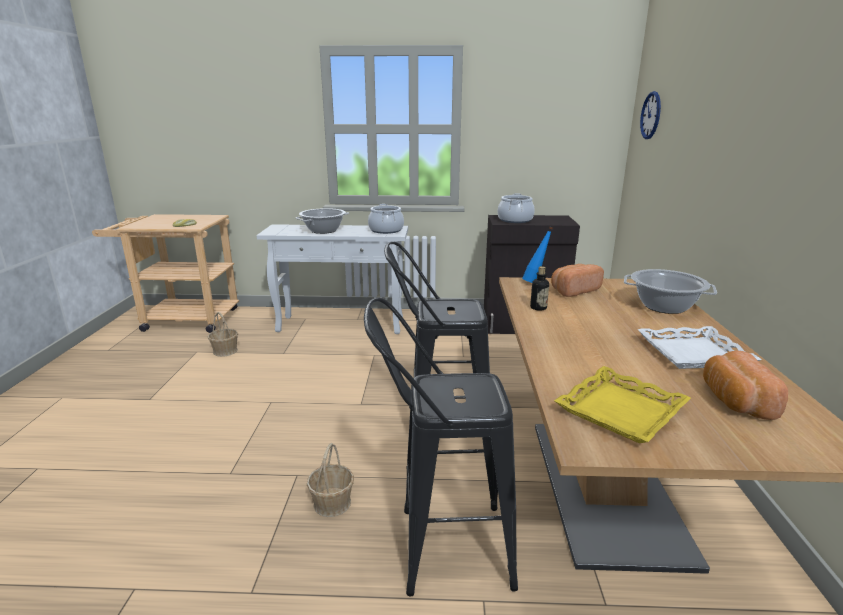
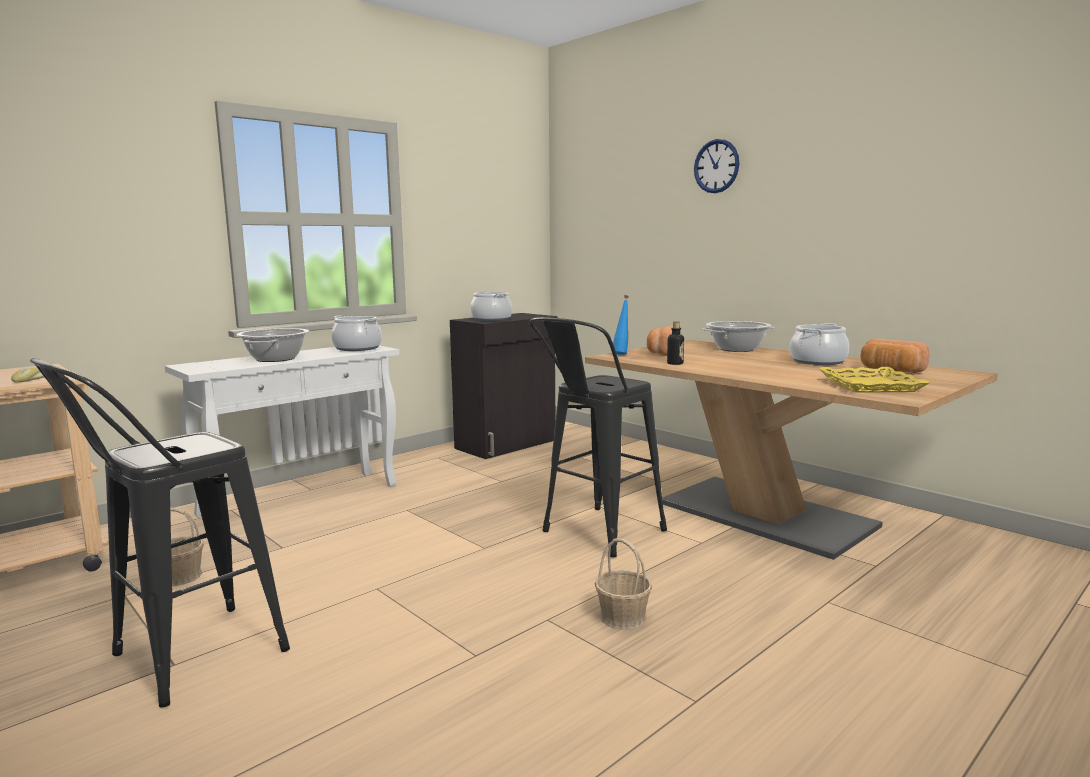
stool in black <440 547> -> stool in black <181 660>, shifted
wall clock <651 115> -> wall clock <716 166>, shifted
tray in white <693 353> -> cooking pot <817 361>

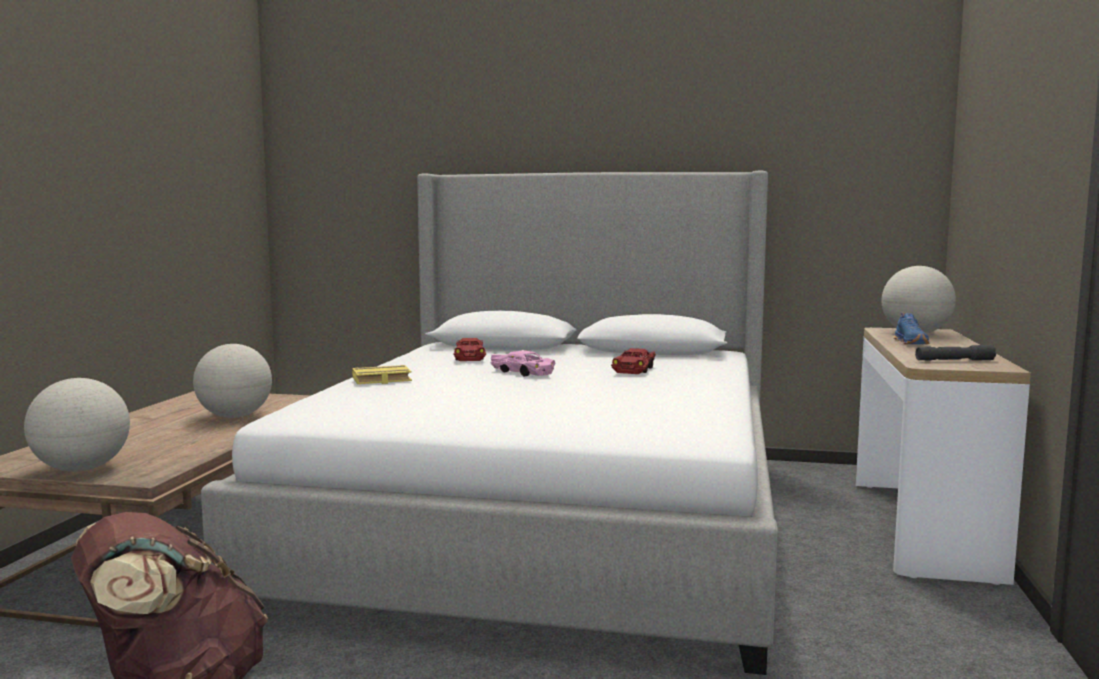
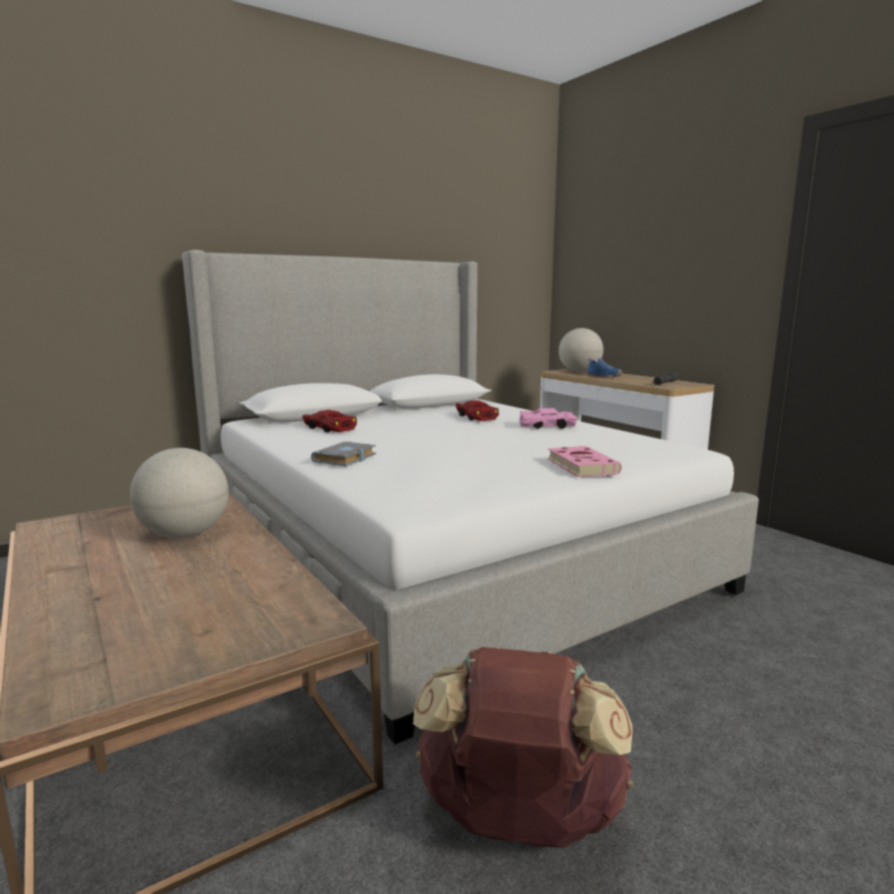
book in yellow <380 380> -> book in grey <345 459>
toy car in pink <523 372> -> toy car in pink <547 426>, shifted
none -> book in pink <580 466>
globe <82 469> -> none

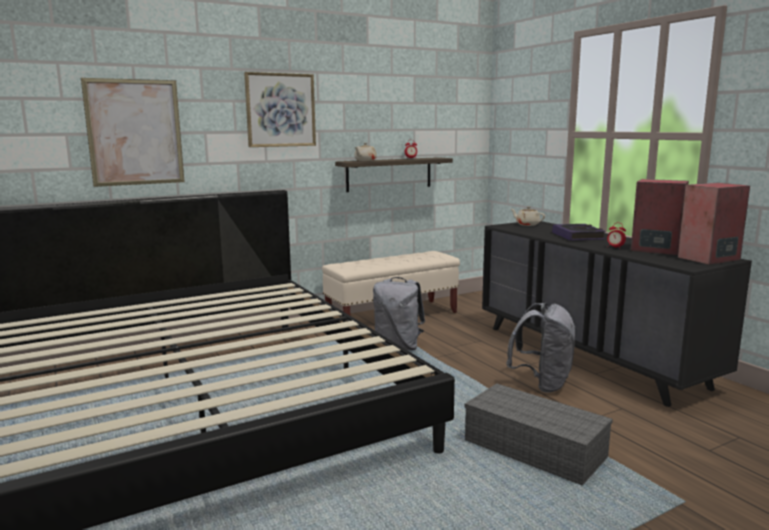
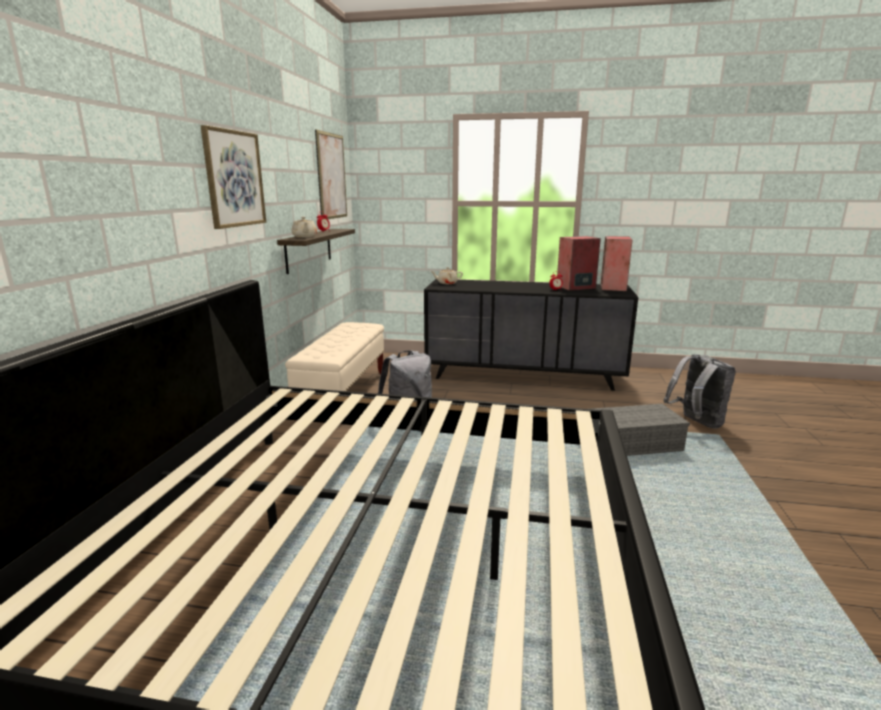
picture <135 132> -> picture <331 176>, shifted
backpack in grey <542 384> -> backpack in grey <696 423>, shifted
book <577 236> -> none

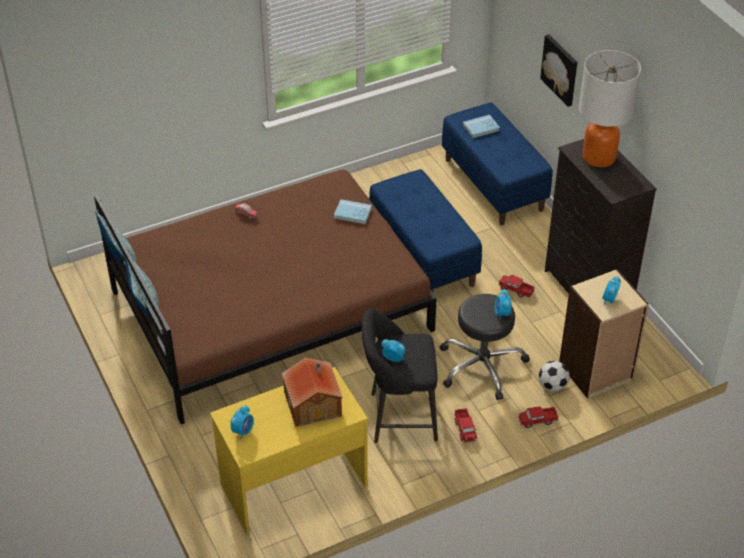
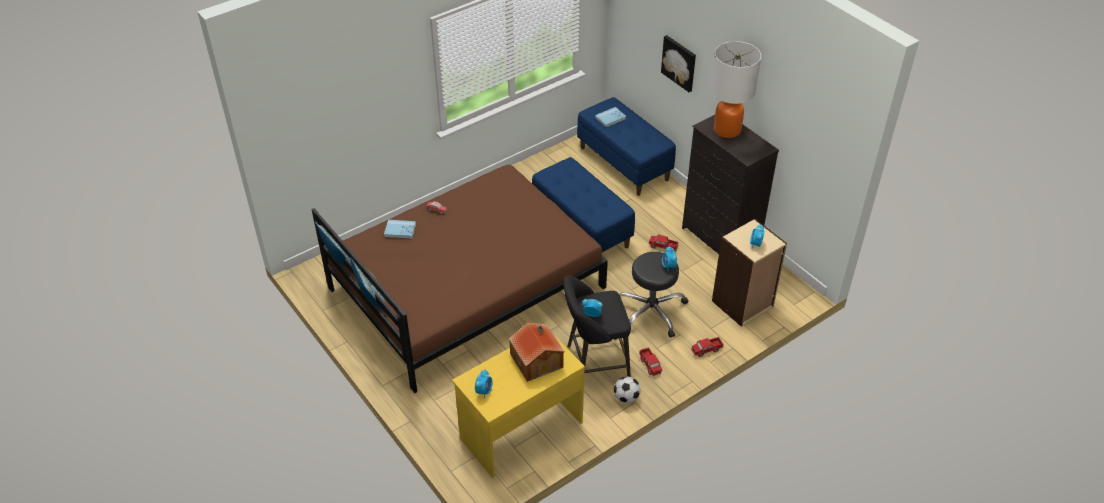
book in blue <352 213> -> book in blue <400 230>, shifted
football <552 386> -> football <626 398>, shifted

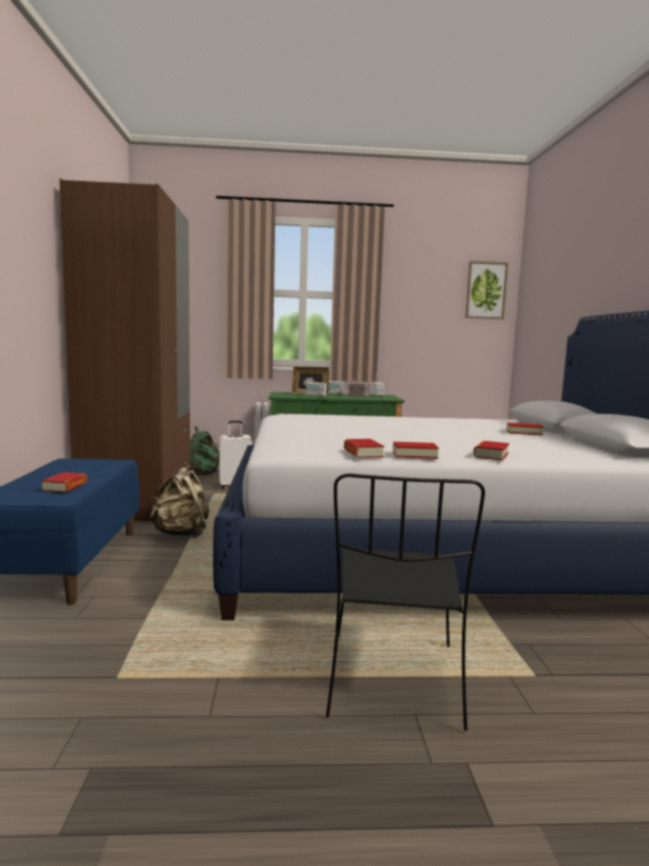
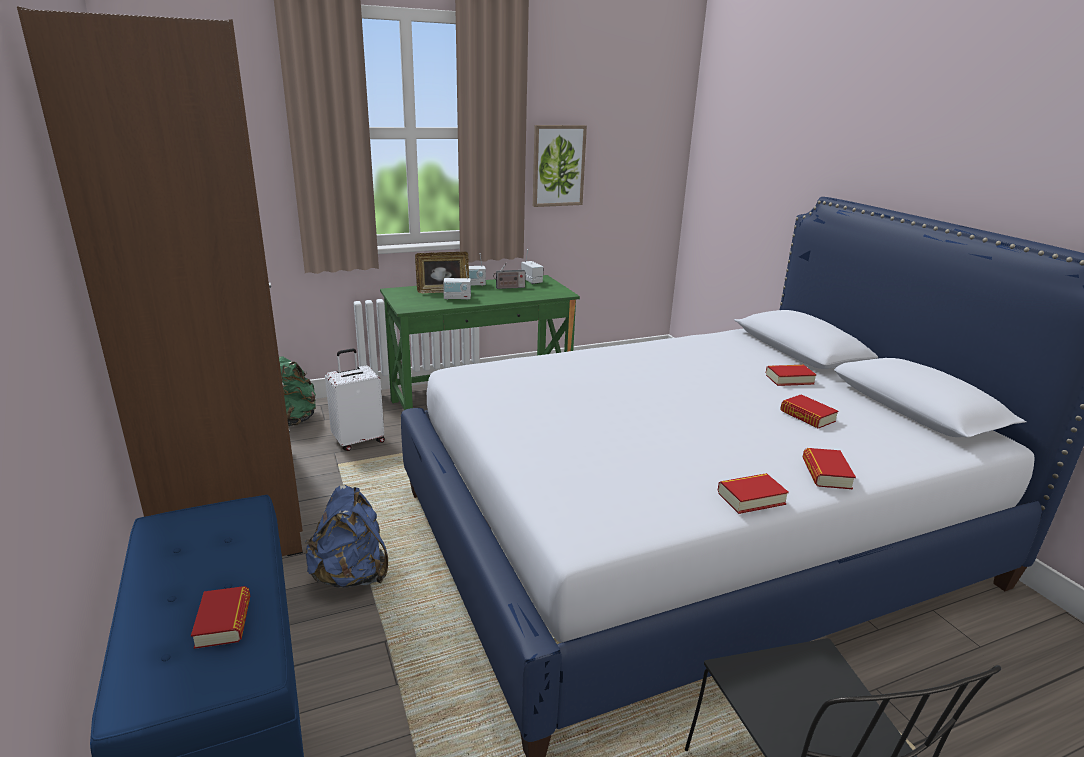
backpack in beige <181 534> -> backpack in blue <351 575>
picture <486 290> -> picture <558 166>, shifted
book <363 453> -> book <807 416>, shifted

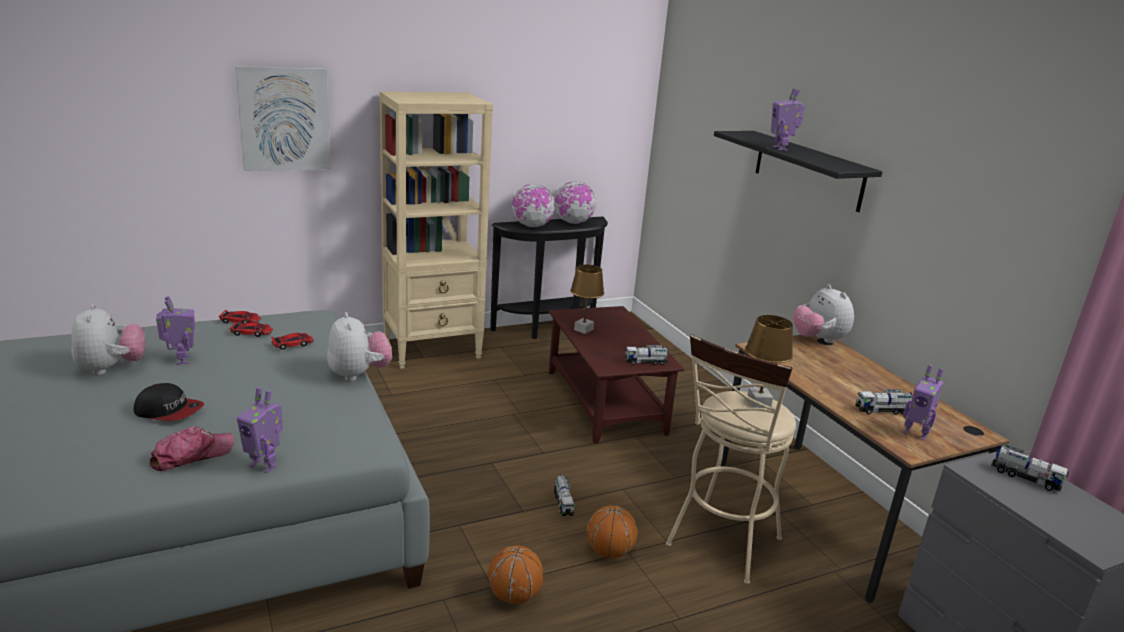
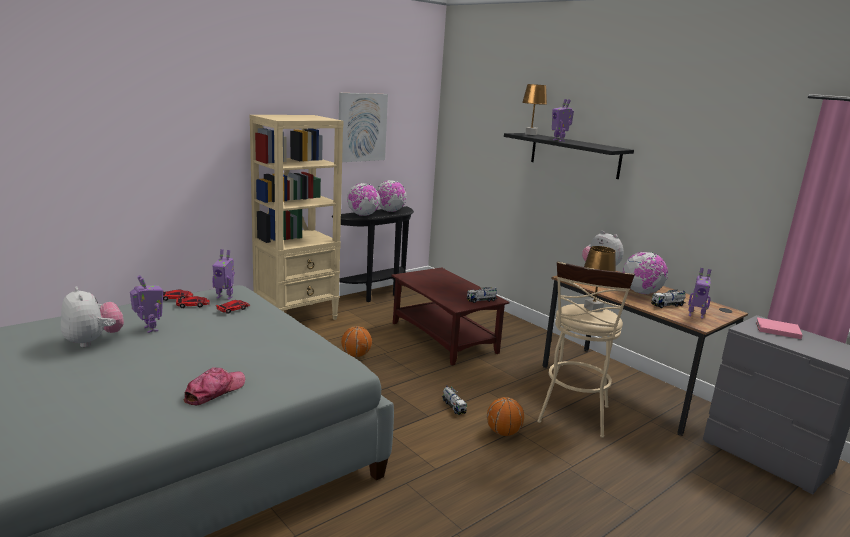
toy robot <264 465> -> toy robot <225 297>, shifted
picture <284 119> -> picture <362 127>, shifted
basketball <514 596> -> basketball <356 355>, shifted
table lamp in brown <583 330> -> table lamp in brown <531 134>, shifted
none -> globe <641 292>
toy truck <1025 478> -> book in pink <776 329>
cap <169 411> -> none
plush toy <359 375> -> none

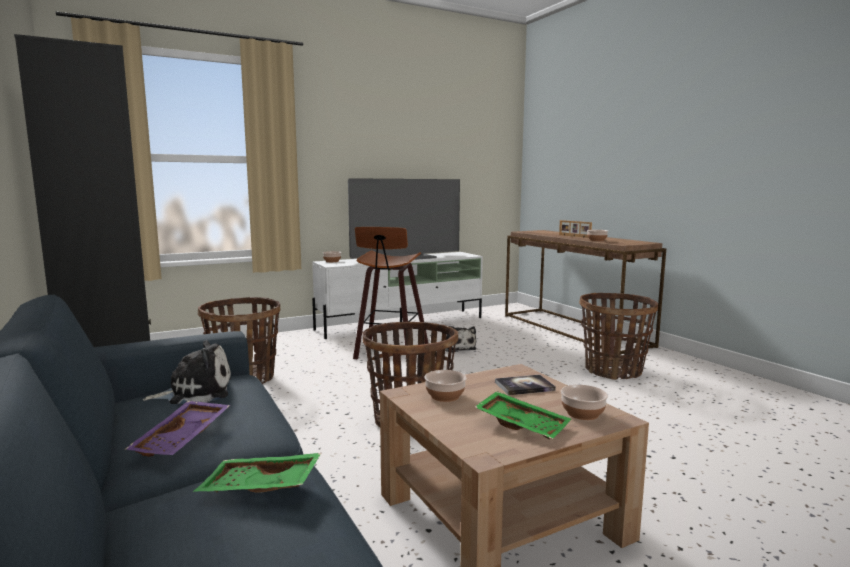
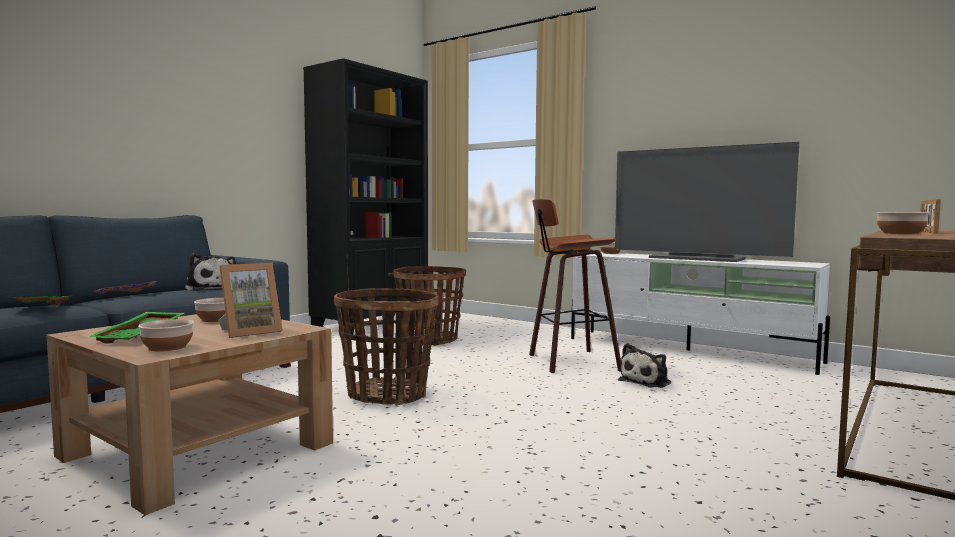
book <524 386> -> picture frame <249 332>
basket <613 370> -> none

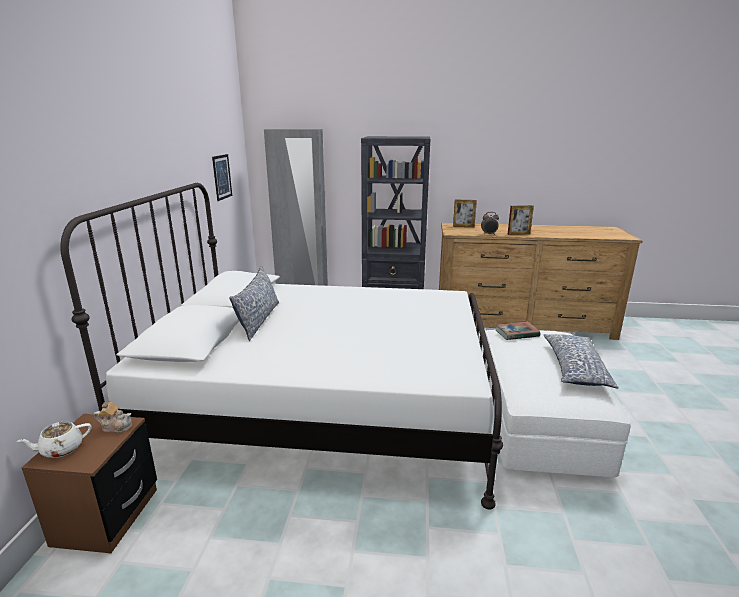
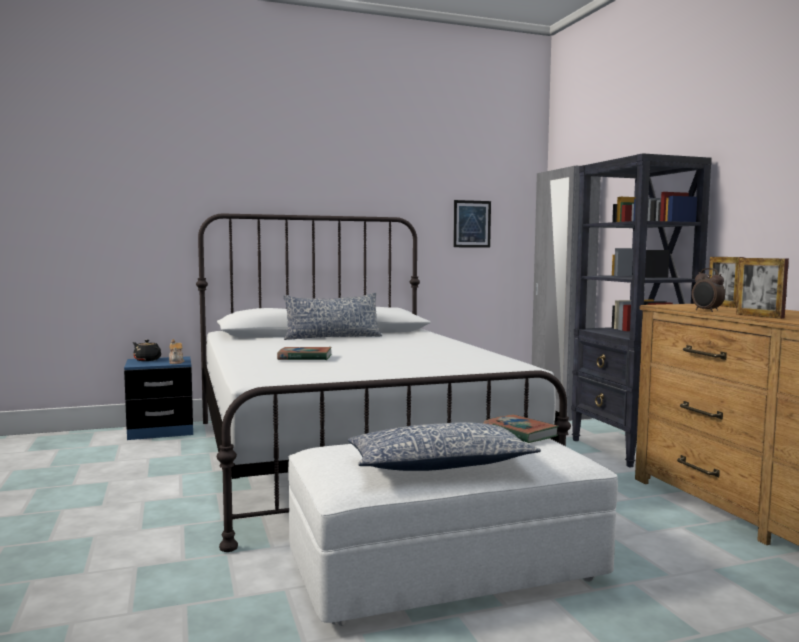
nightstand in brown <107 516> -> nightstand in blue <161 431>
teapot in white <61 449> -> teapot in black <147 360>
none -> book <305 358>

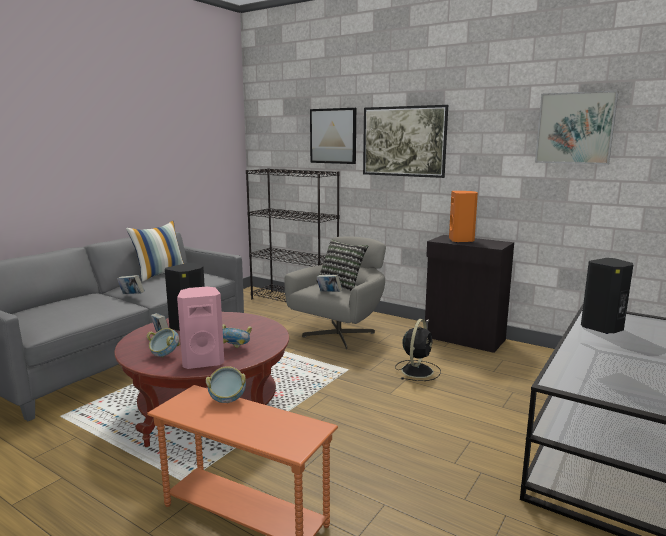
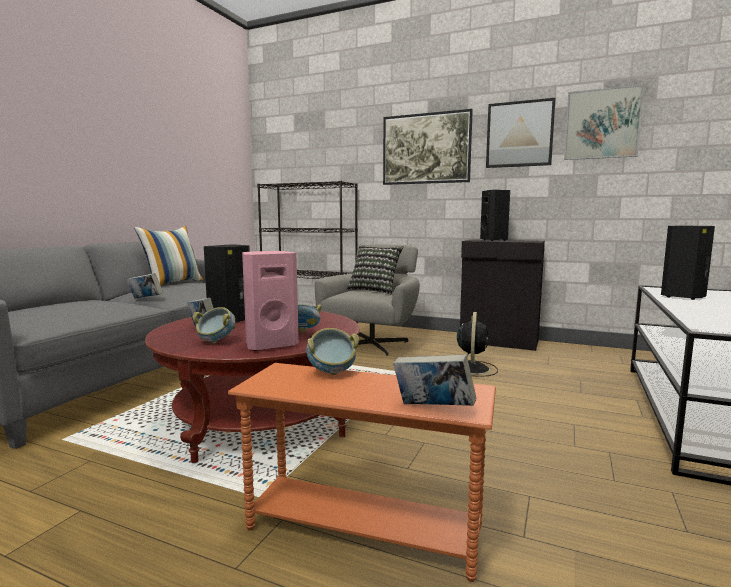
book <329 293> -> book <433 409>, shifted
speaker in orange <461 240> -> speaker in black <494 240>
picture <333 136> -> picture <519 134>, shifted

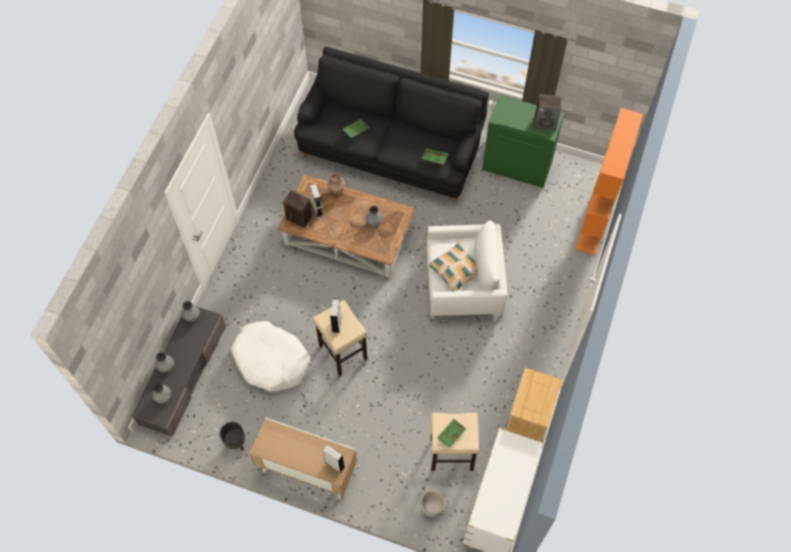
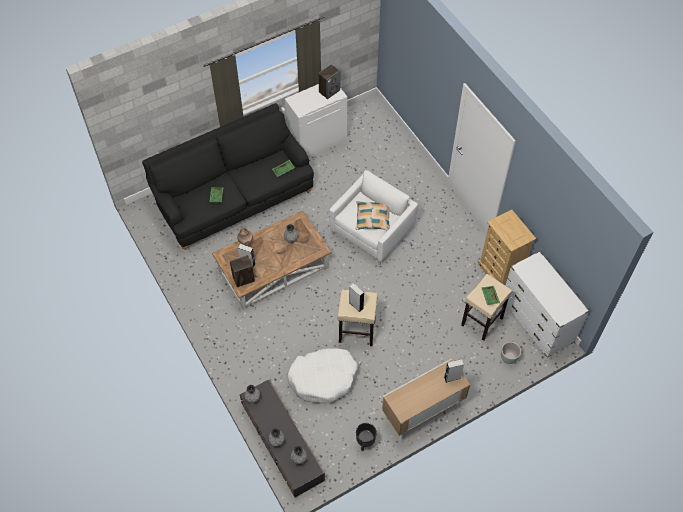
cabinet in green <517 166> -> cabinet in white <317 142>
bookcase in orange <594 222> -> none

